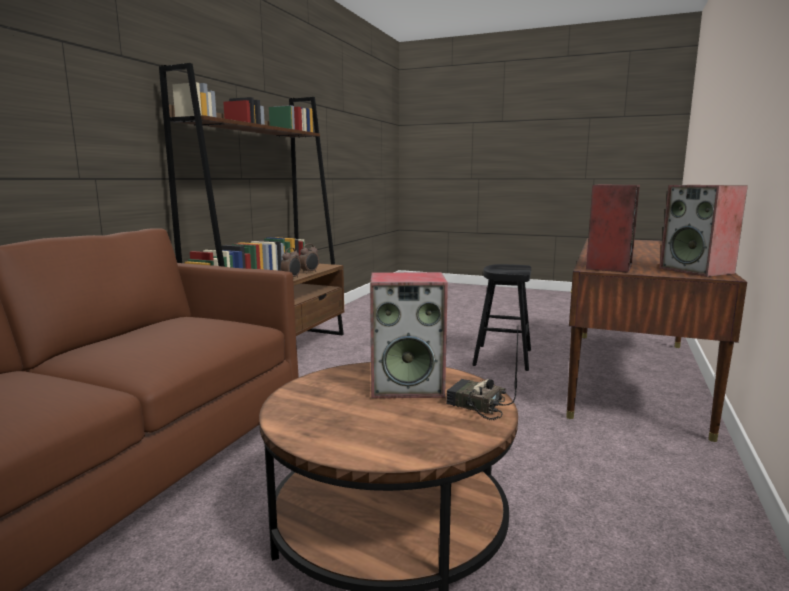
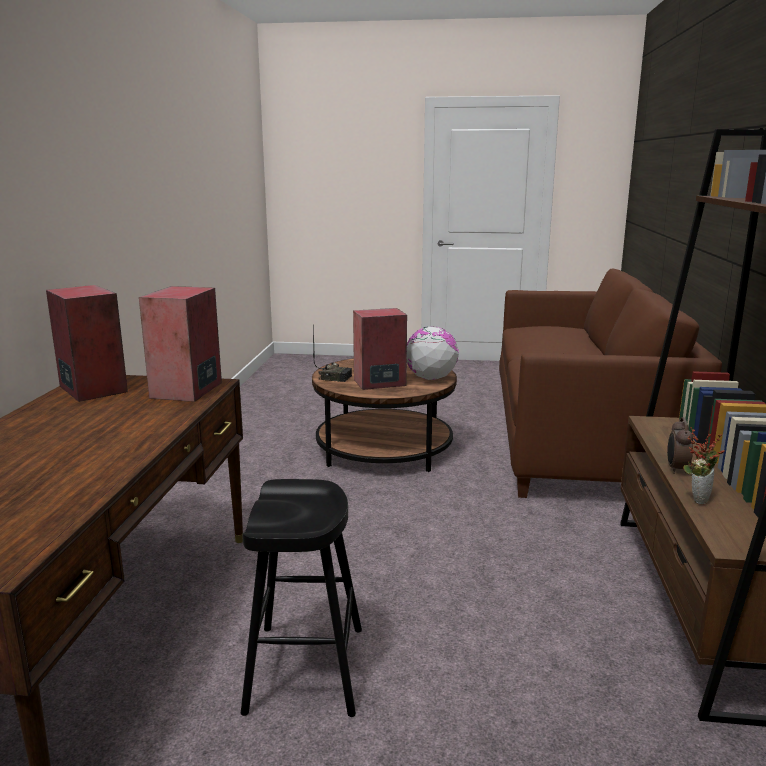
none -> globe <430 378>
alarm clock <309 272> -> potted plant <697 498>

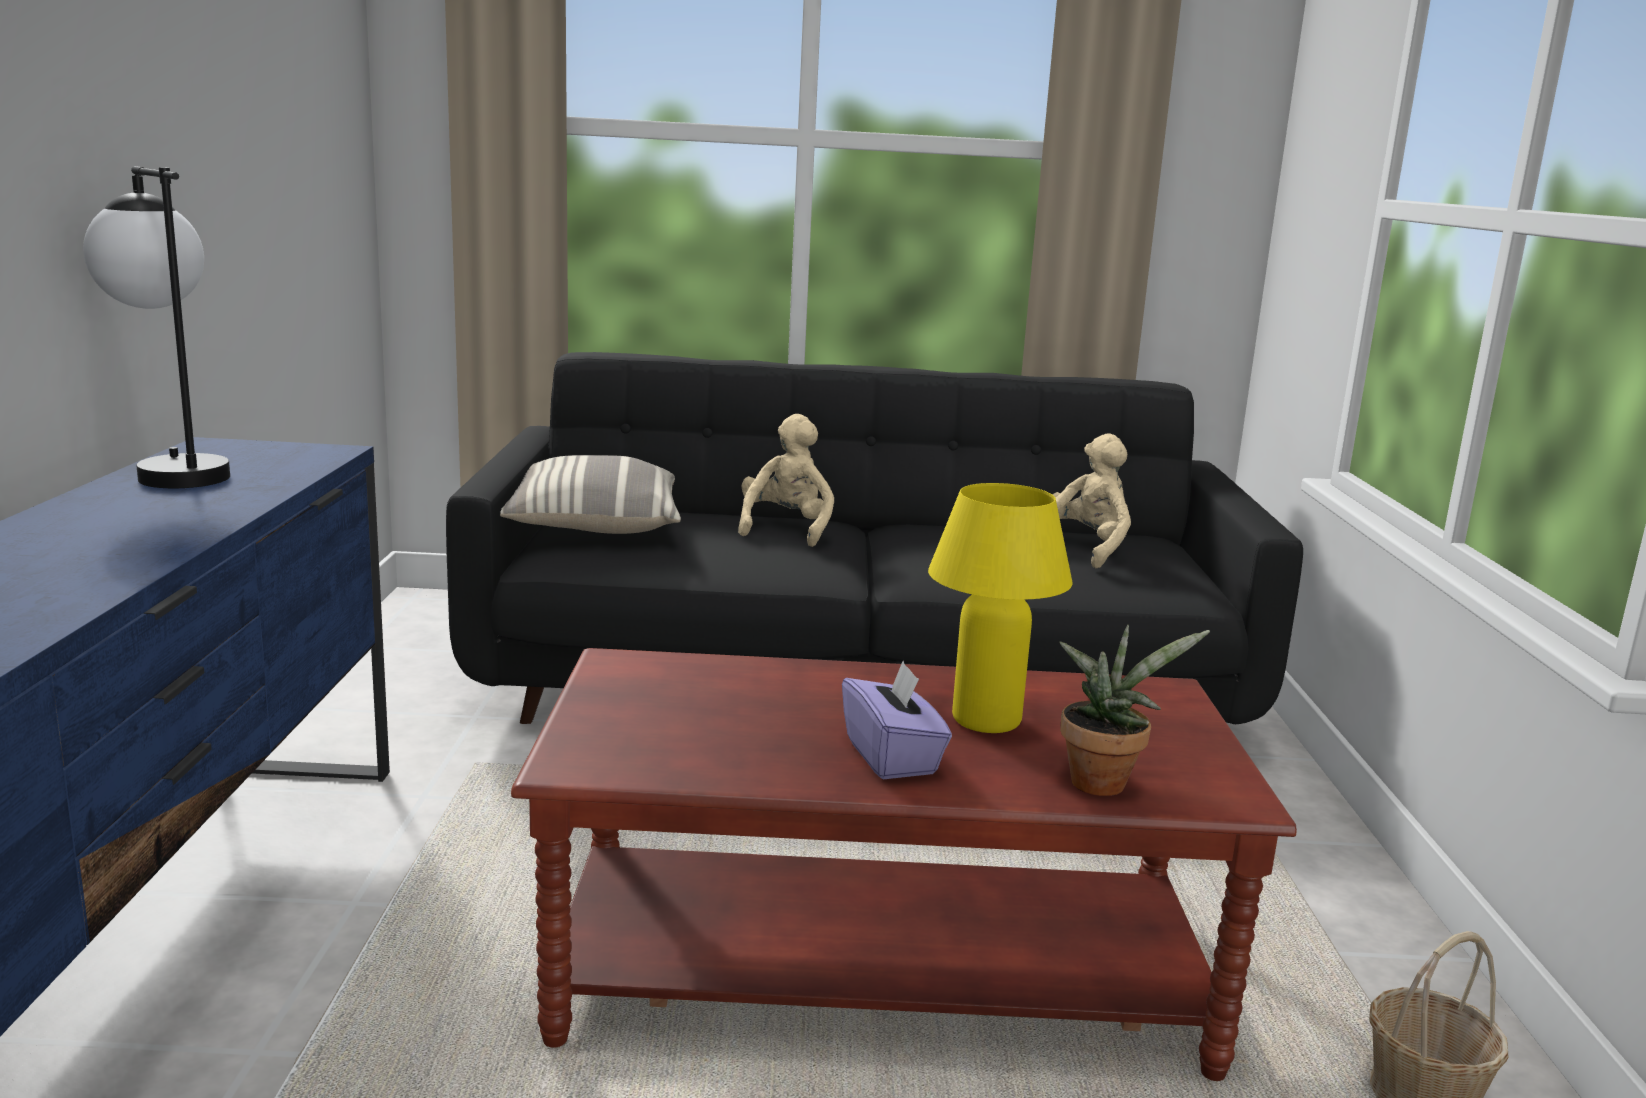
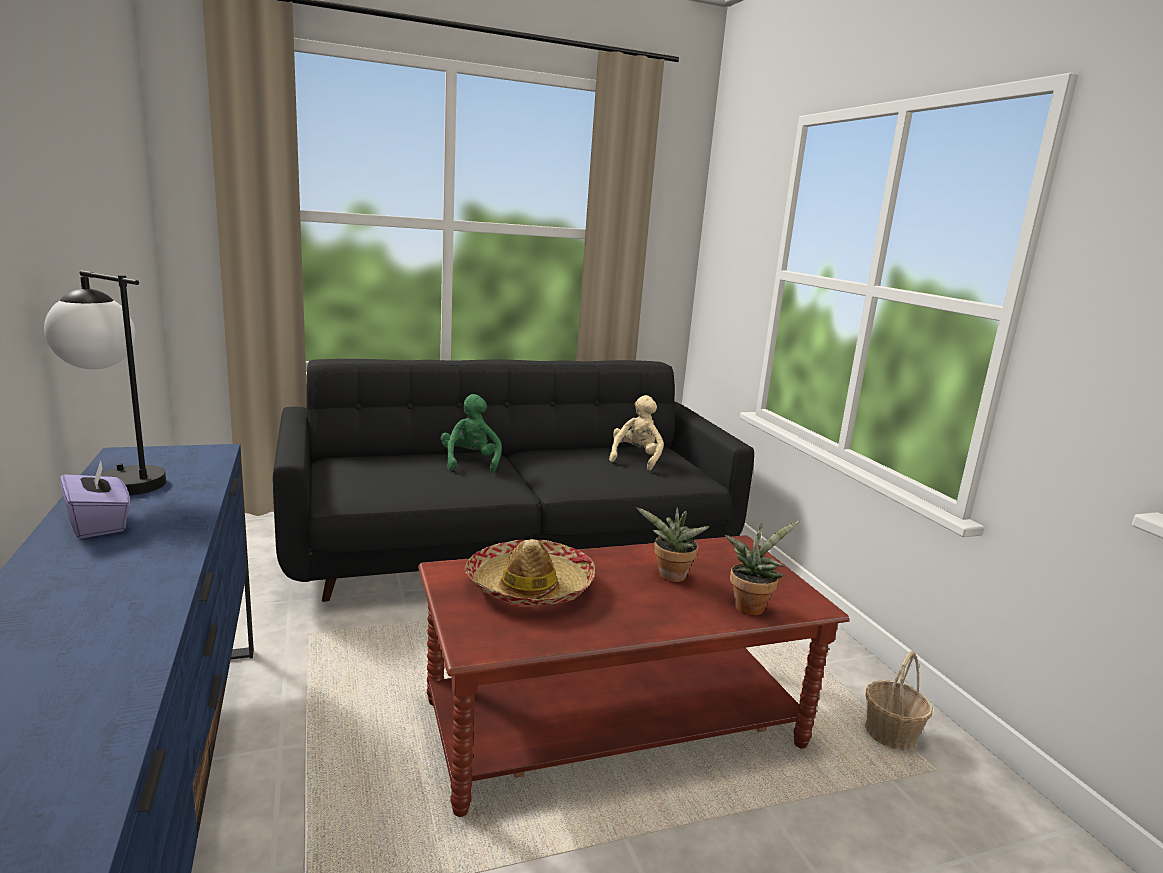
tissue box in purple <892 757> -> tissue box in purple <99 524>, shifted
plush toy in beige <786 529> -> plush toy in green <470 462>
none -> hat <530 586>
table lamp in yellow <986 720> -> potted plant <670 577>
pillow <592 527> -> none

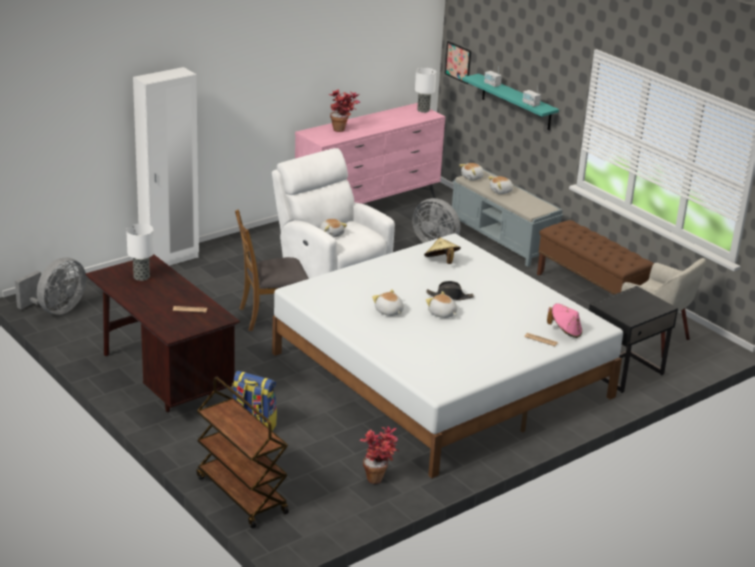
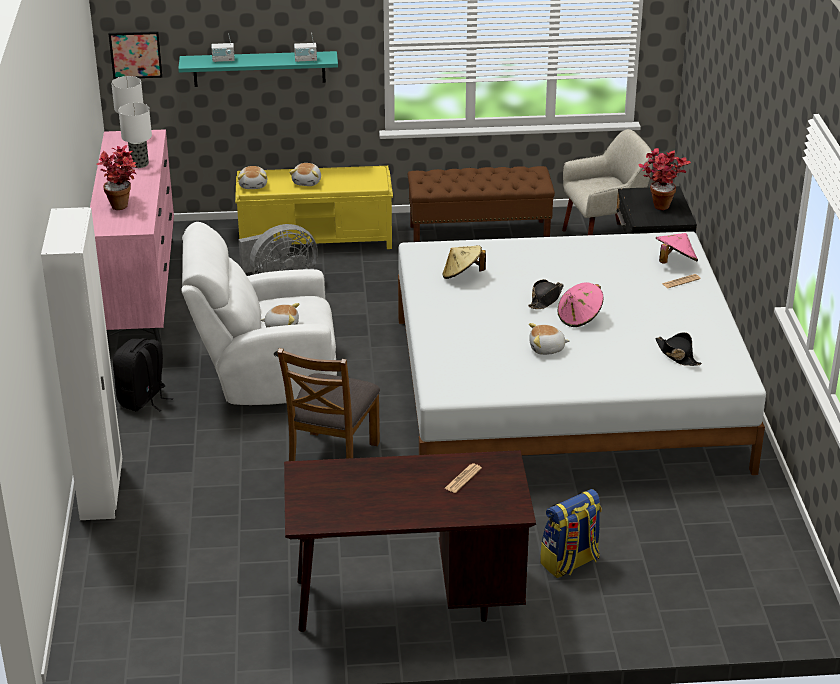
none -> backpack in black <143 400>
table lamp <142 277> -> table lamp <140 164>, shifted
bench in grey <503 239> -> bench in yellow <317 239>
plush toy <442 314> -> hat in pink <579 318>
potted plant <379 477> -> potted plant <659 203>, shifted
none -> hat in black <677 355>
fan in grey <56 310> -> none
cart in brown <240 495> -> none

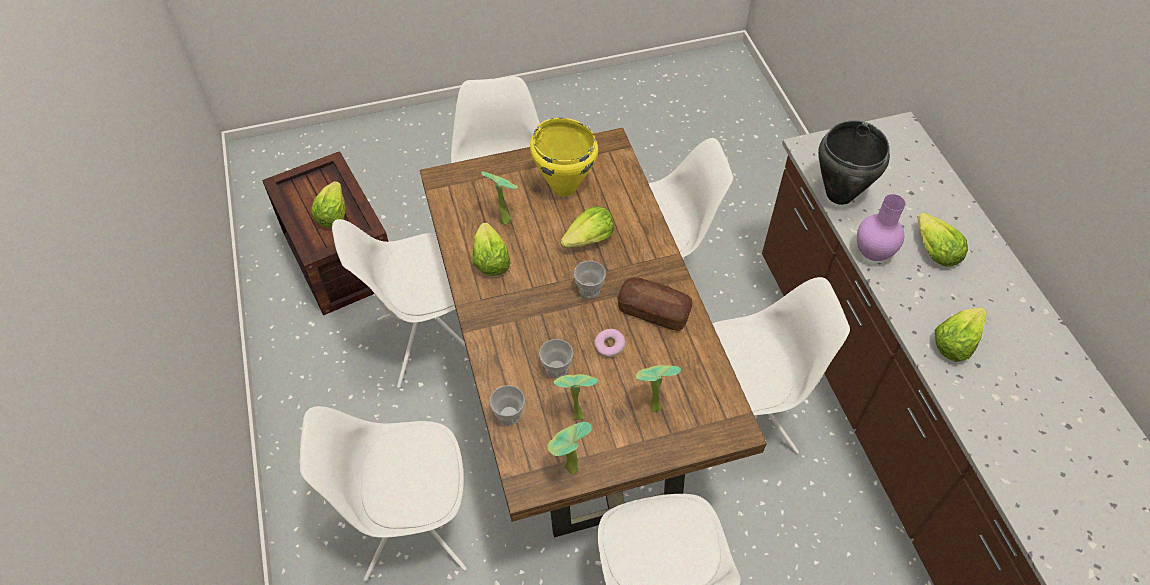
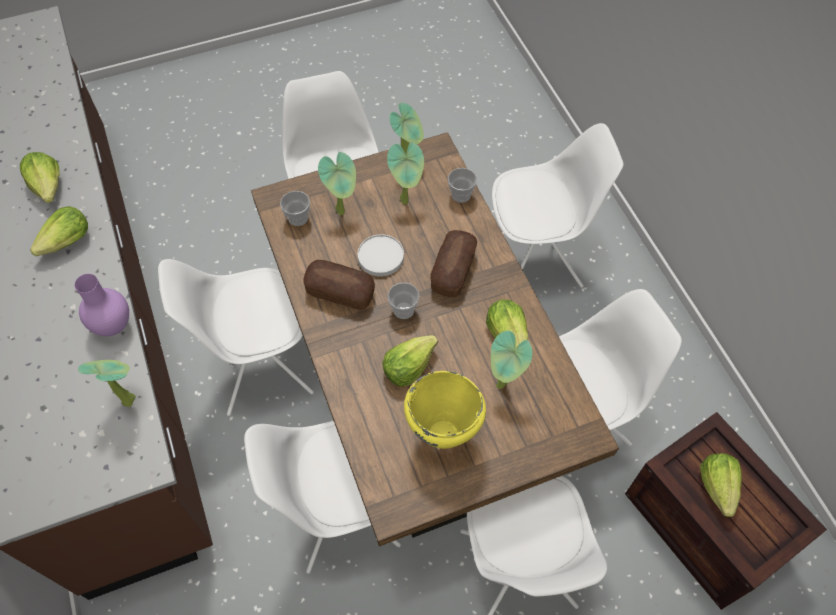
lettuce <934 251> -> lettuce <48 187>, shifted
cooking pot in black <838 194> -> potted plant <128 398>
cup <556 368> -> cup <298 218>, shifted
donut <609 346> -> plate in white <381 257>
none -> bread <453 270>

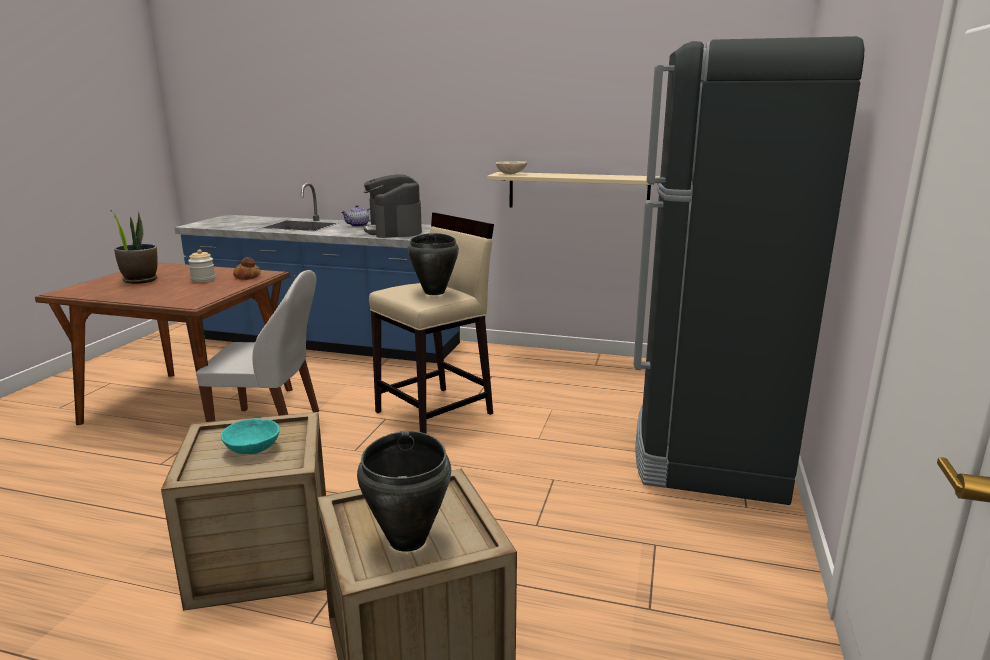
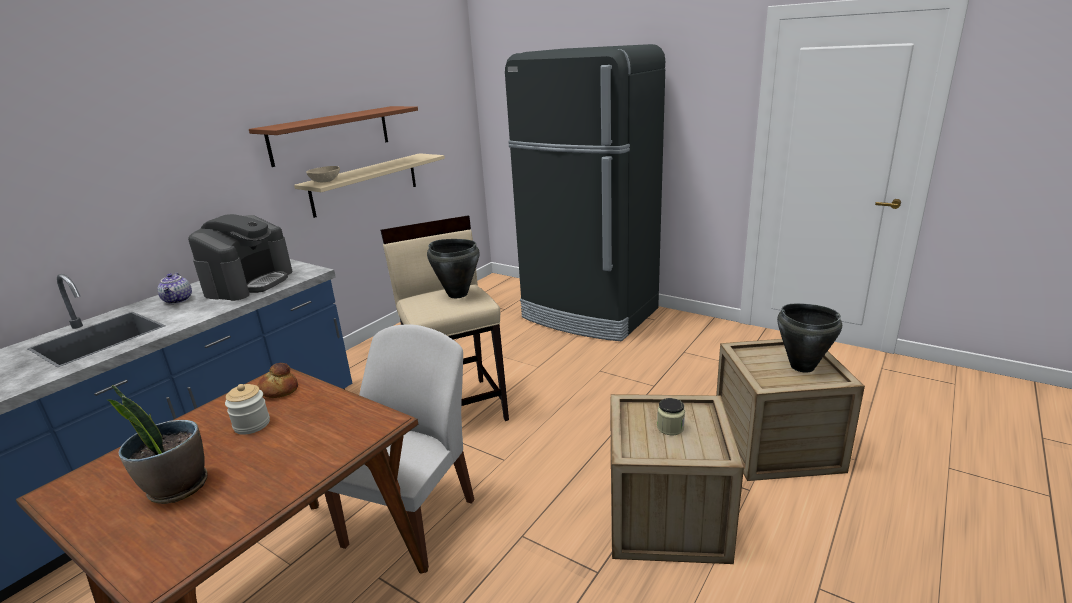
coffee machine <394 231> -> coffee machine <249 283>, 75 degrees counterclockwise
none -> shelf in brown <331 135>
bowl in turquoise <252 449> -> jar <670 428>

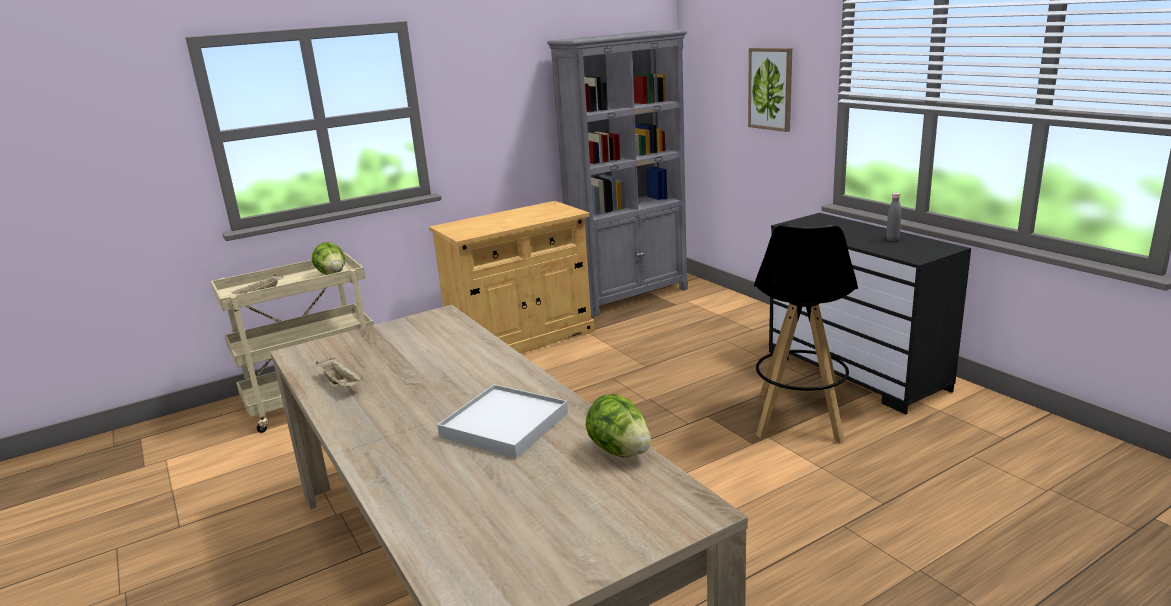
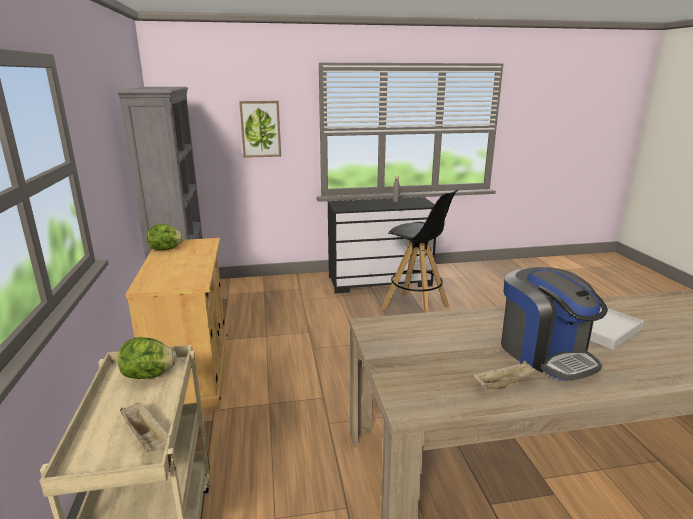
lettuce <619 451> -> lettuce <166 249>, shifted
none -> coffee machine <544 354>

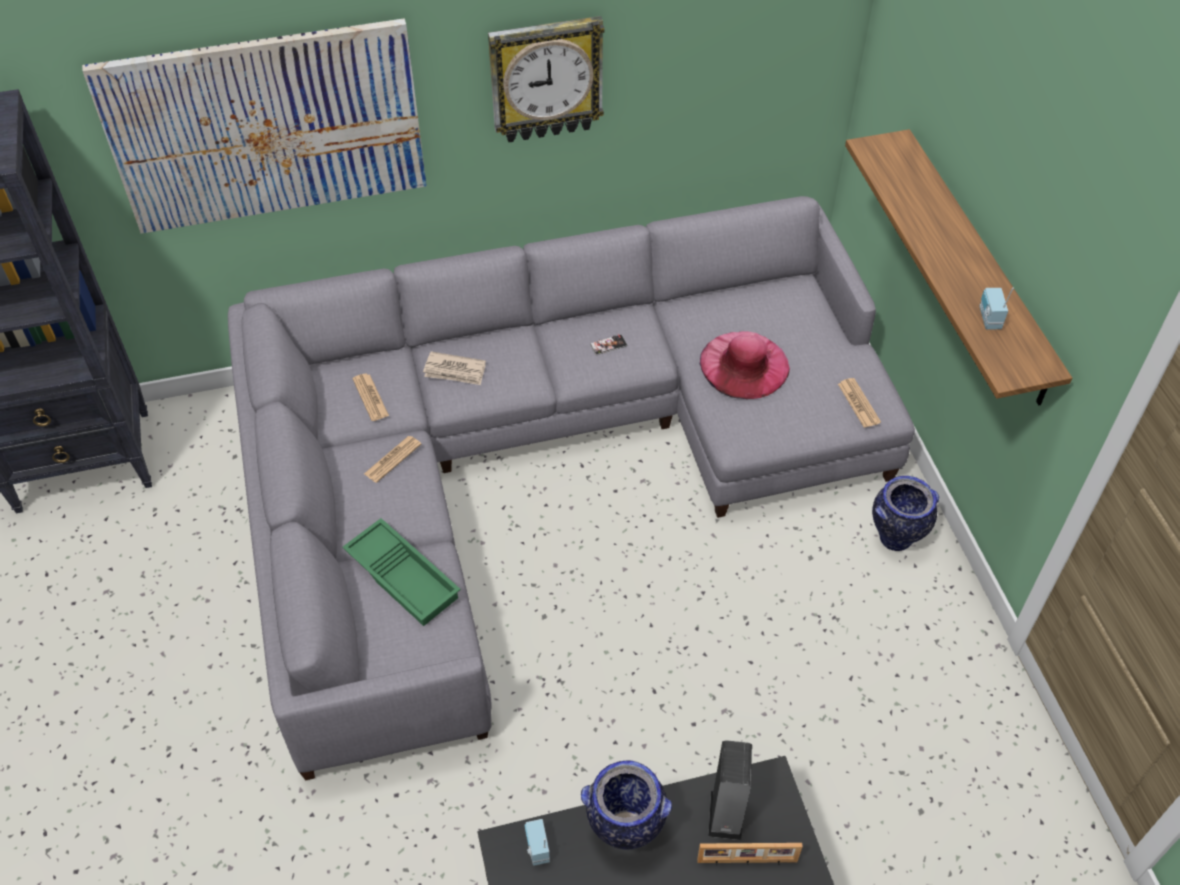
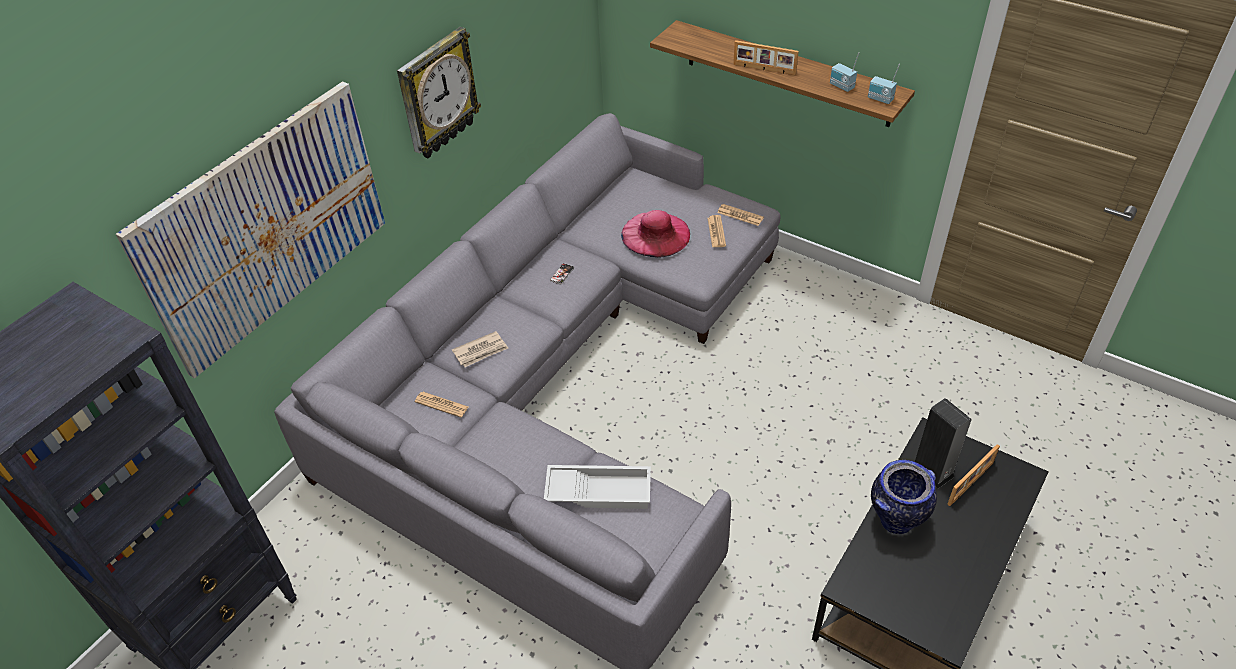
tray in green <404 576> -> tray in white <599 490>
newspaper <392 459> -> newspaper <716 232>, shifted
none -> picture frame <764 69>
radio <536 848> -> radio <880 99>, shifted
vase <896 538> -> none

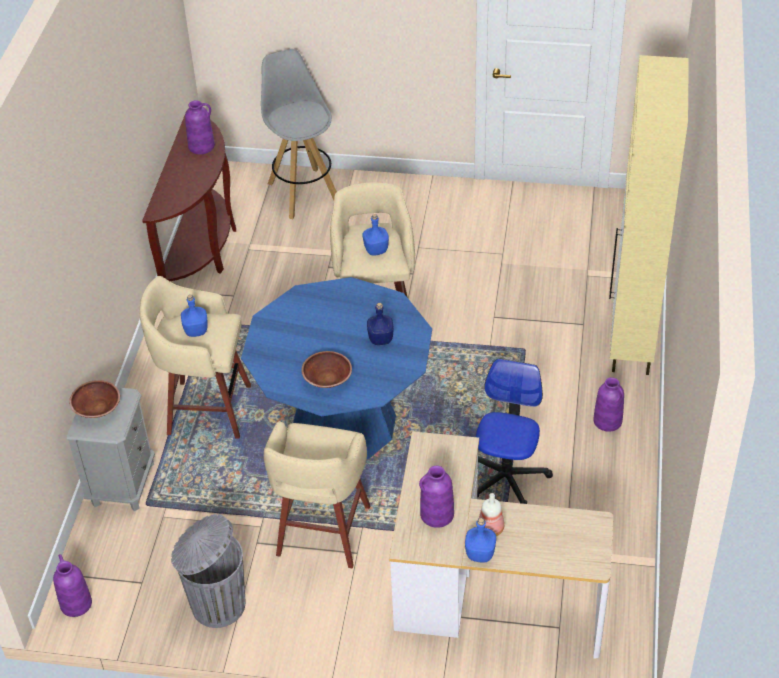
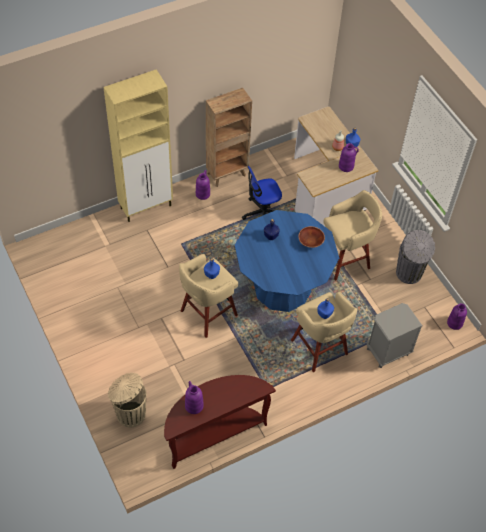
stool in grey <303 192> -> trash can in beige <130 413>
none -> bookcase in brown <227 174>
bowl in brown <97 408> -> none

